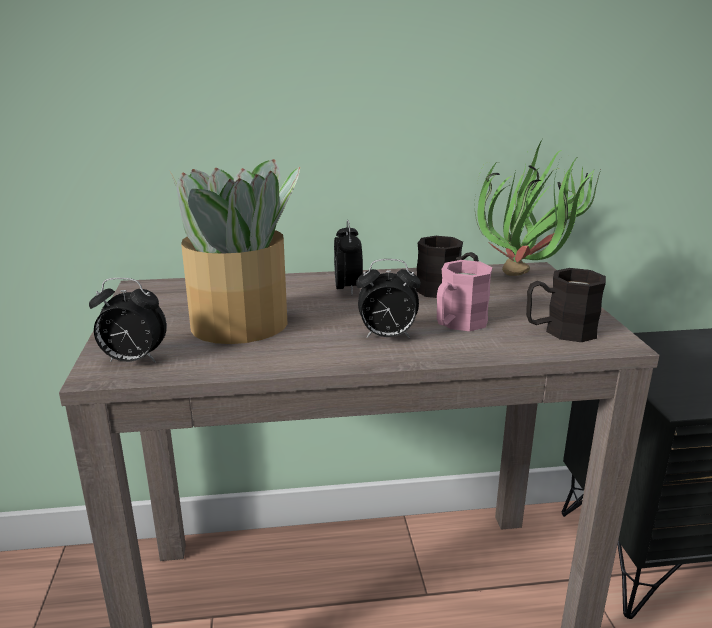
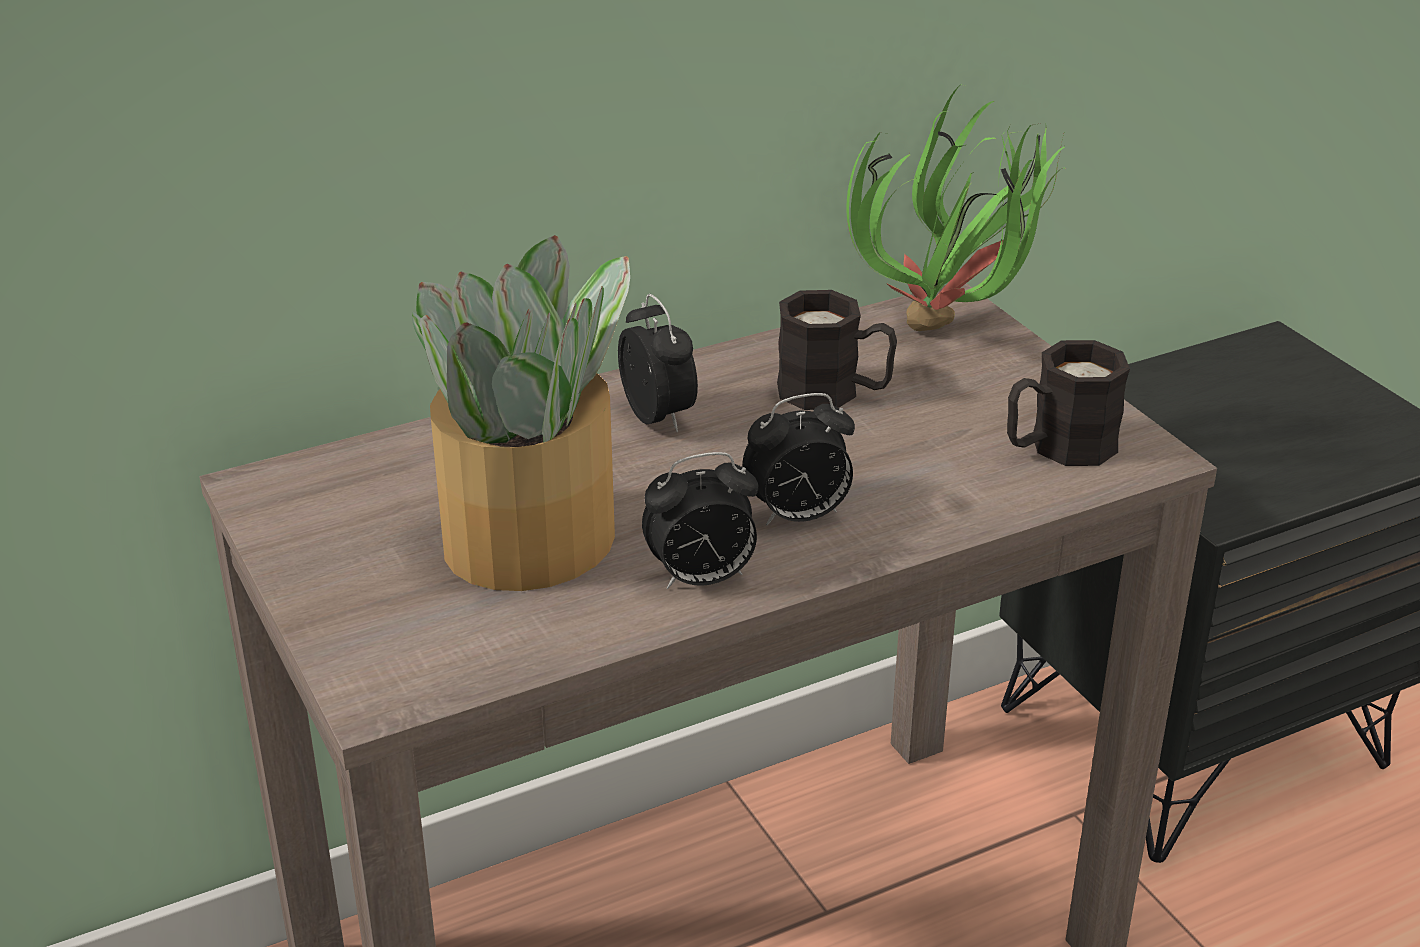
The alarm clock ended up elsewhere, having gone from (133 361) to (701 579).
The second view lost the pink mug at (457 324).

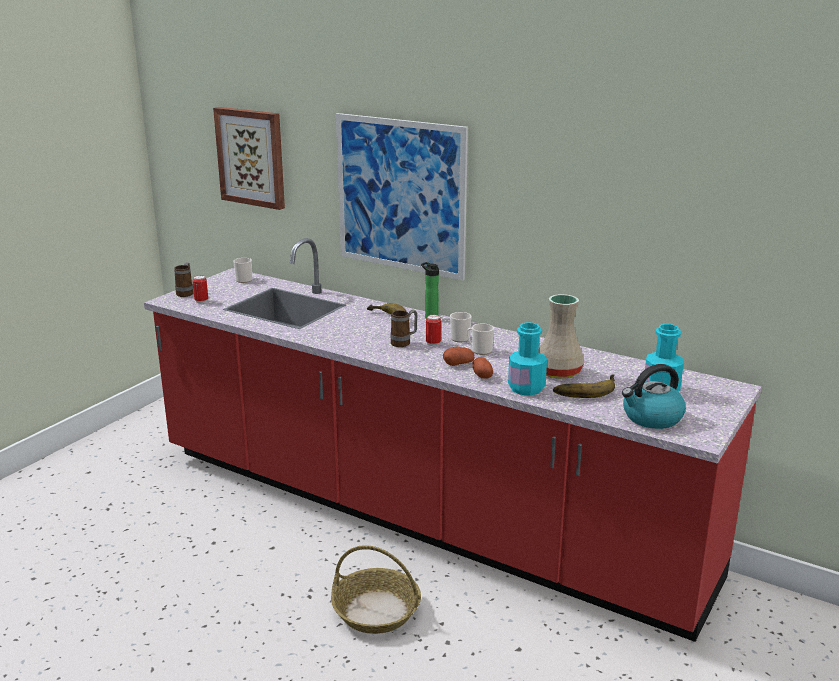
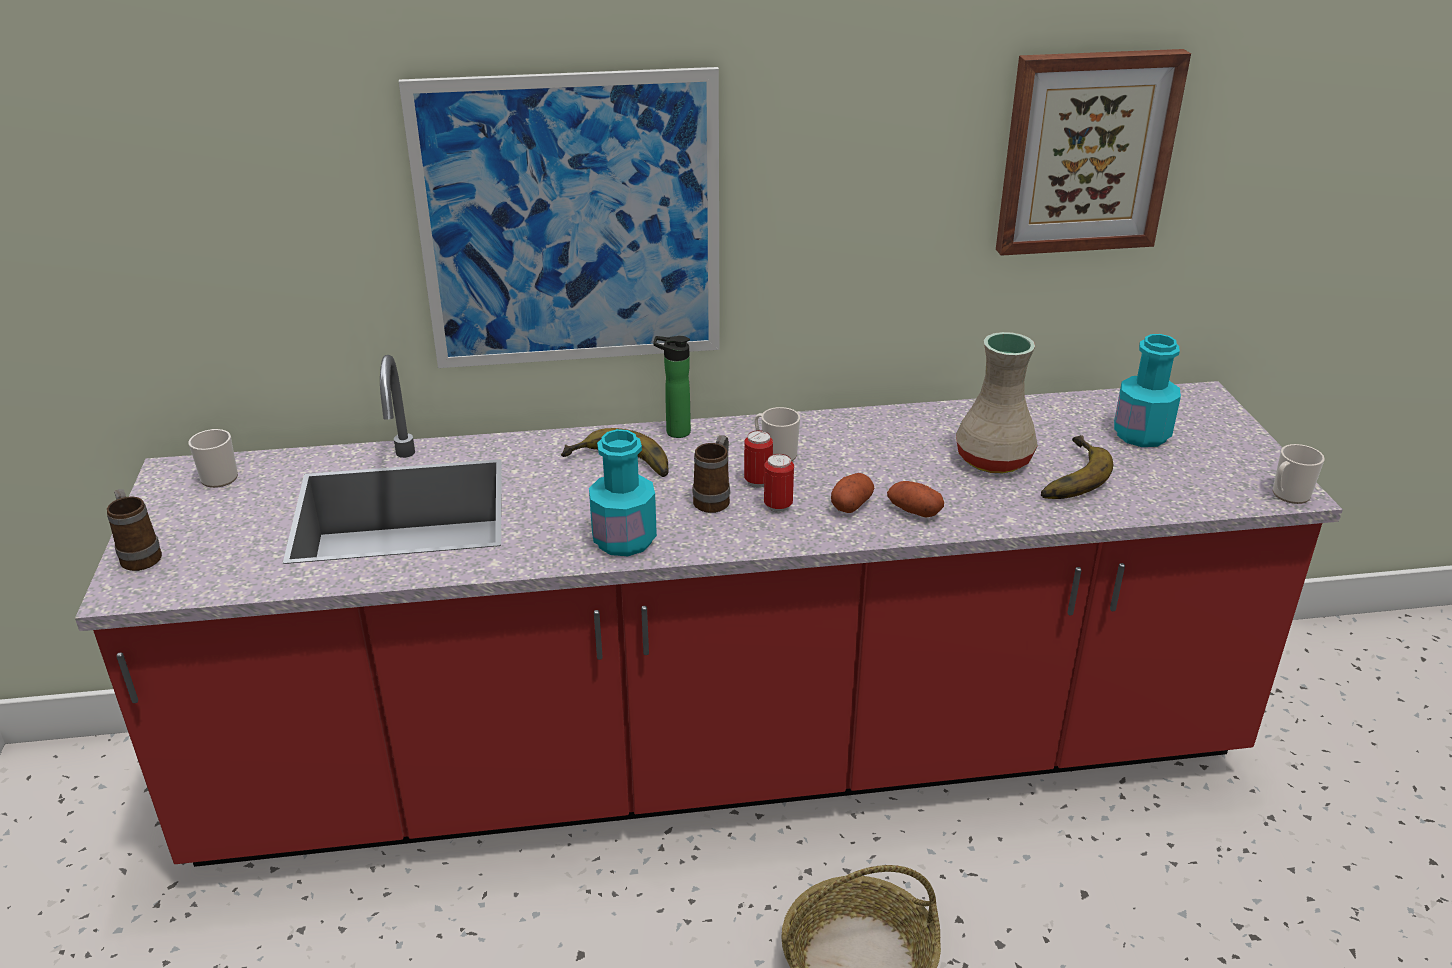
The can ended up elsewhere, having gone from (201 301) to (778 506).
The picture ended up elsewhere, having gone from (251 157) to (1086 152).
The mug ended up elsewhere, having gone from (479 350) to (1288 495).
The turquoise bottle ended up elsewhere, having gone from (526 388) to (624 540).
The second view lost the kettle at (651 418).

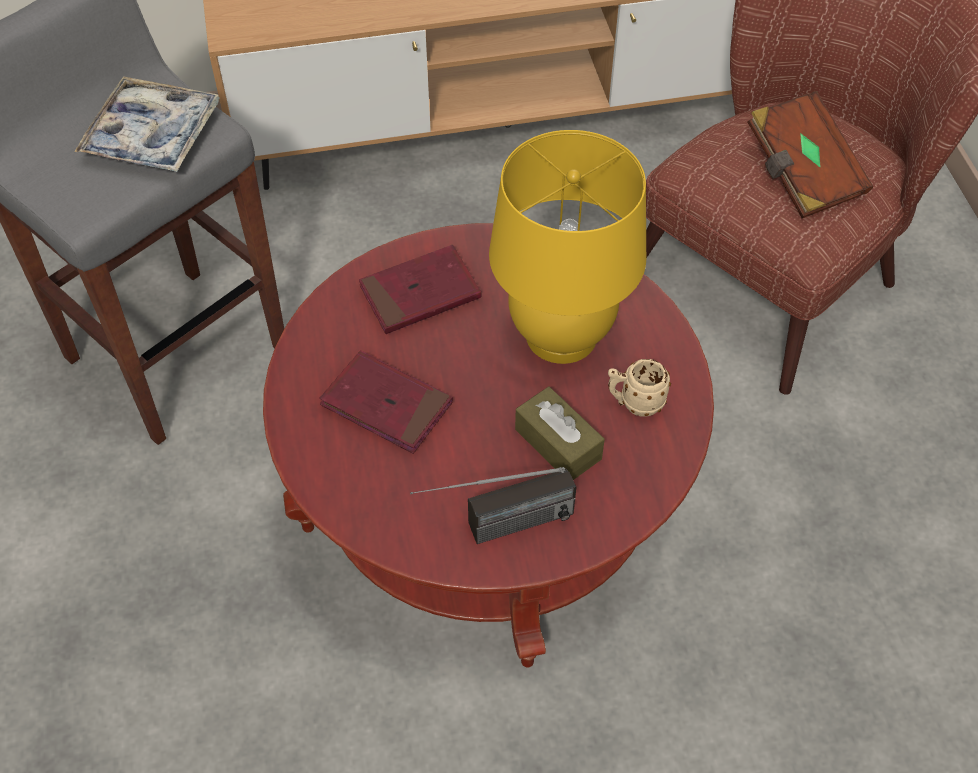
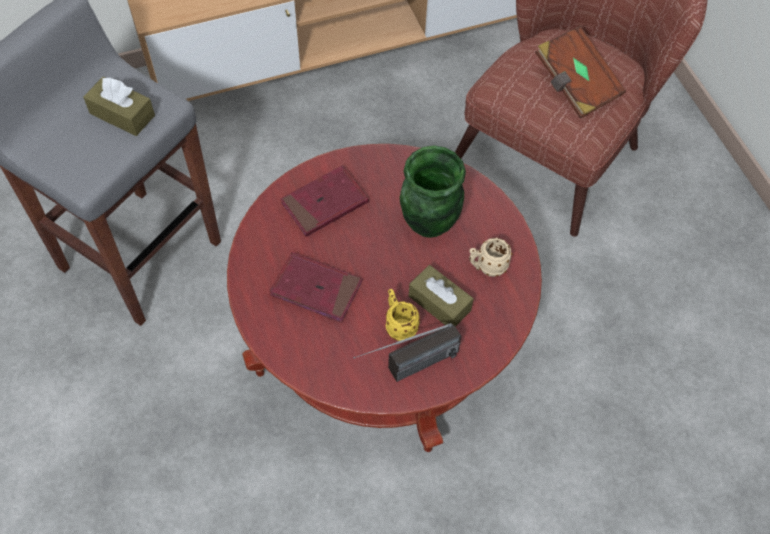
Where the tray stood at (152 136), the brown tissue box came to stand at (122 114).
Where the yellow table lamp stood at (561 335), the green vase came to stand at (428 223).
The second view gained the yellow mug at (399 325).

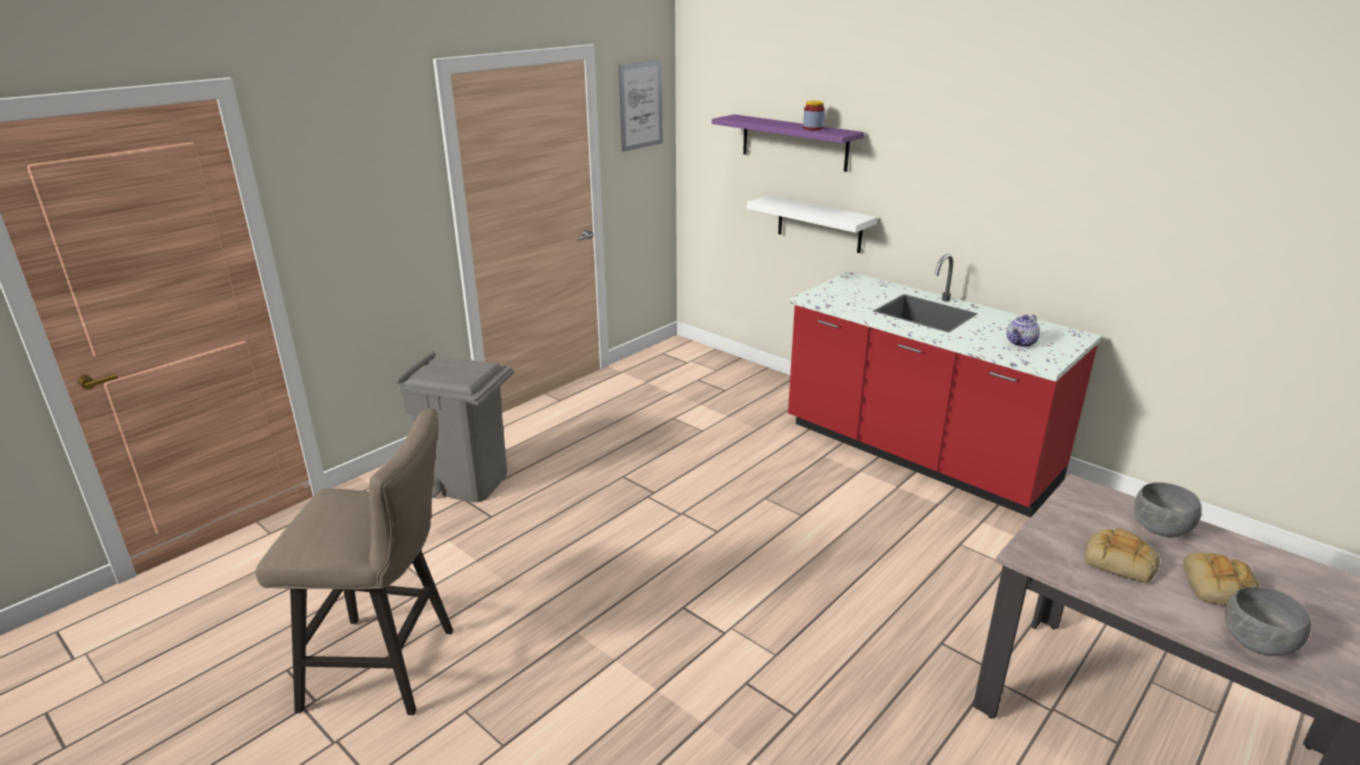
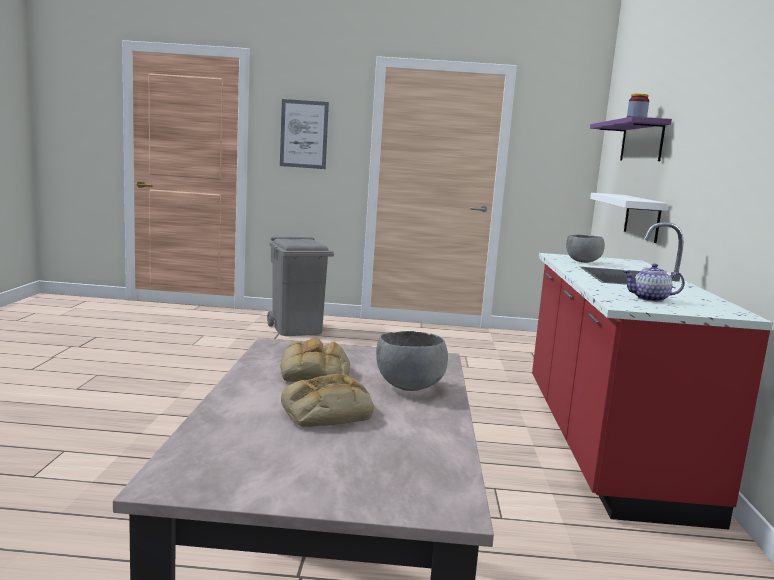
The second view lost the beige stool at (390 668).
The picture ended up elsewhere, having gone from (641 105) to (304 134).
The grey bowl ended up elsewhere, having gone from (1257 645) to (582 262).

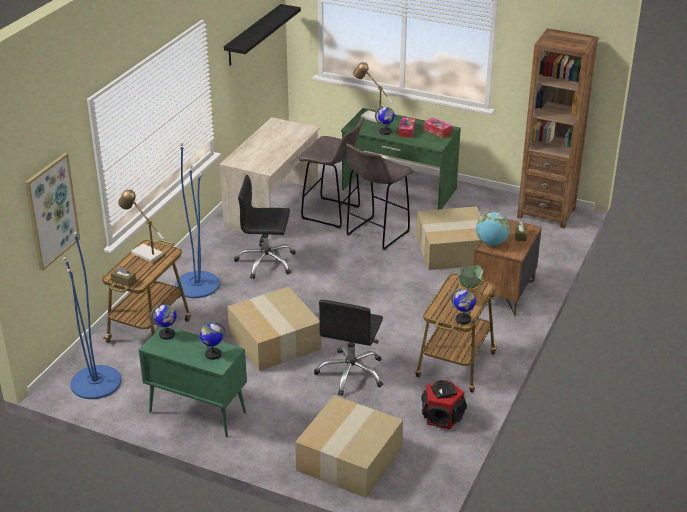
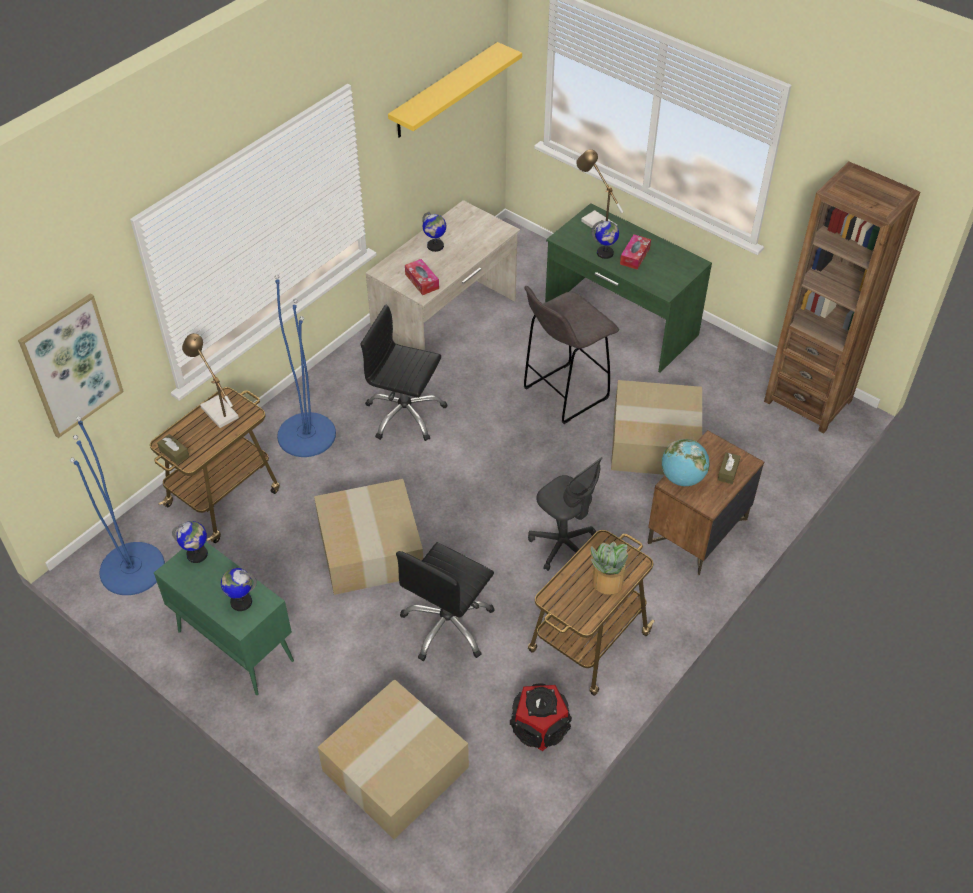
What was the black shelf at (253 35) turned into the yellow shelf at (444 91).
The second view lost the grey stool at (332 213).
The tissue box ended up elsewhere, having gone from (437 131) to (422 281).
The globe ended up elsewhere, having gone from (463 319) to (435 246).
The second view gained the grey office chair at (563 545).

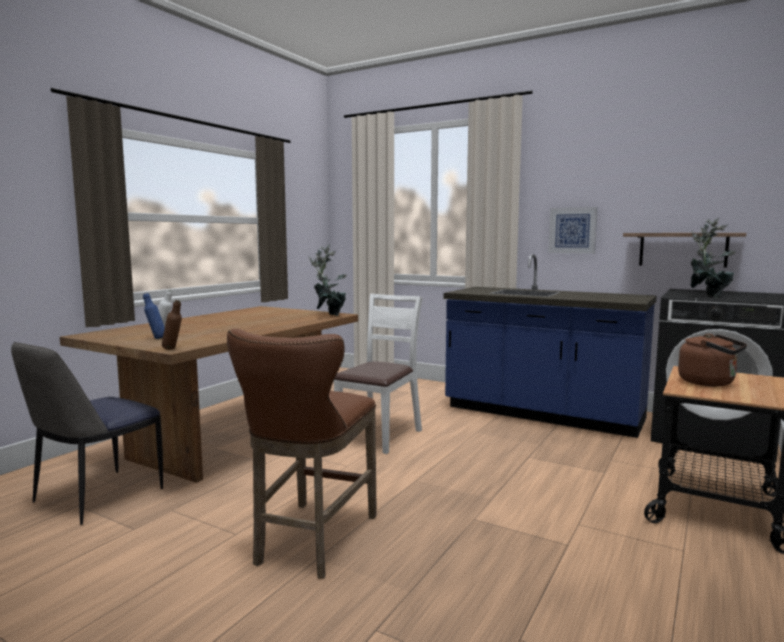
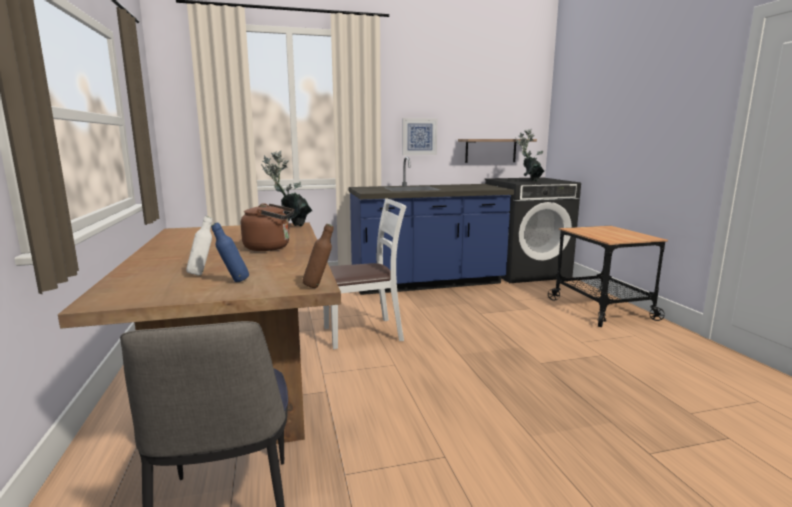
The second view lost the brown stool at (311 542).
The white chair at (379 436) ended up facing another way, 90 degrees clockwise from before.
The brown kettle ended up elsewhere, having gone from (710 383) to (270 248).

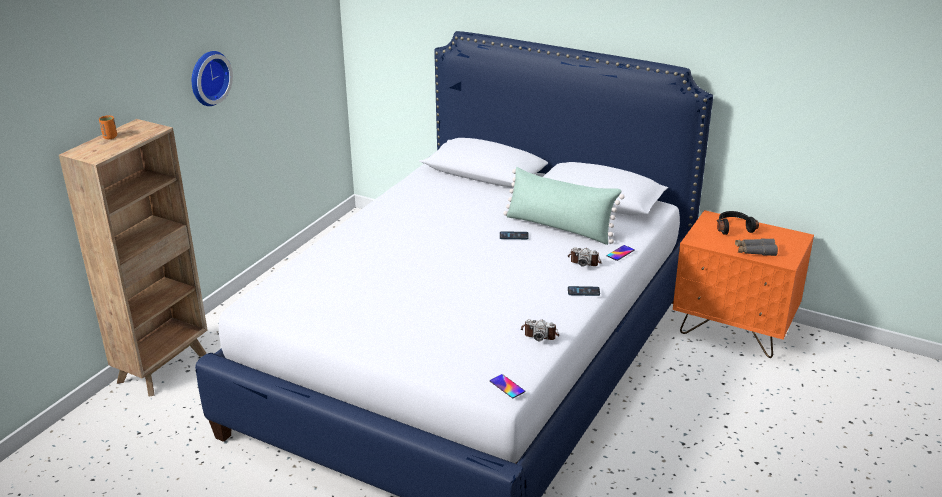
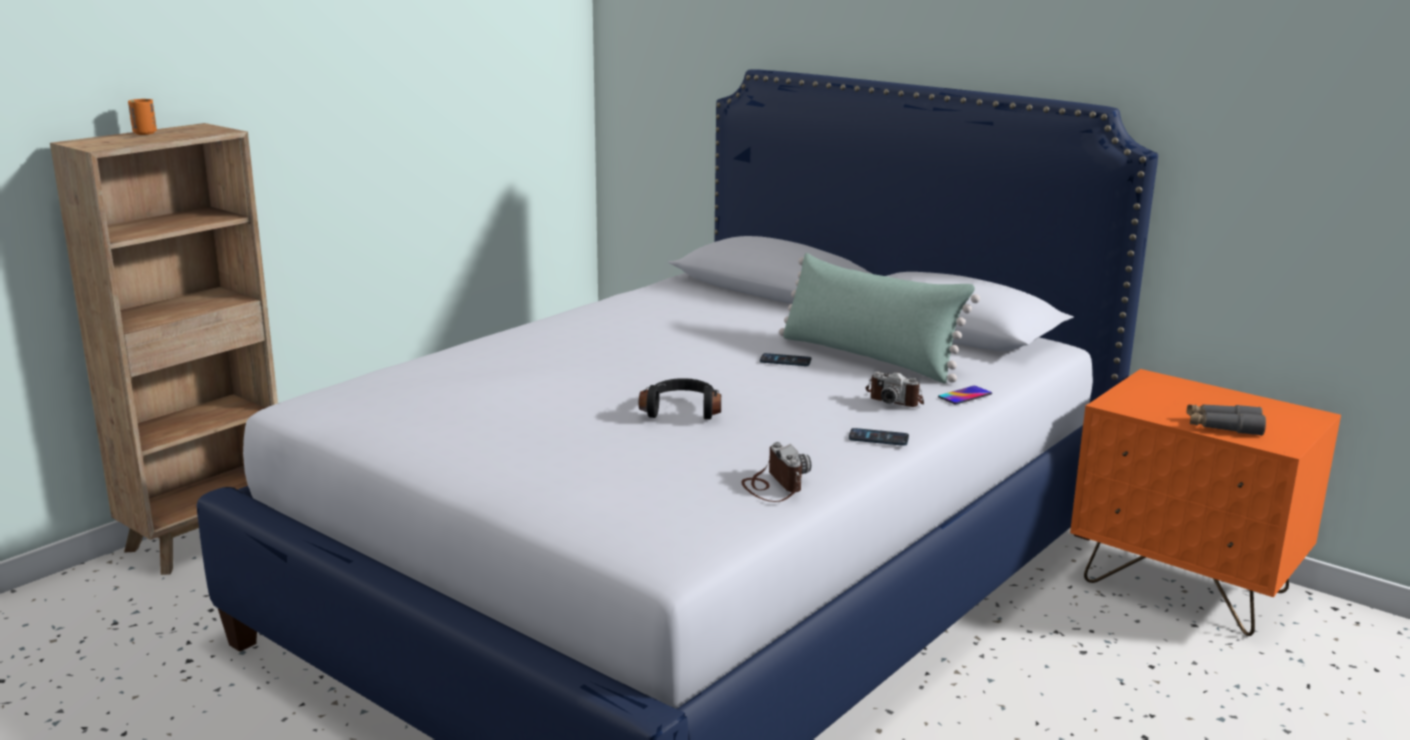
The second view lost the wall clock at (207 77).
The second view lost the phone at (507 386).
The photo camera at (540 333) ended up facing another way, 135 degrees counterclockwise from before.
The black headphones ended up elsewhere, having gone from (733 228) to (682 410).

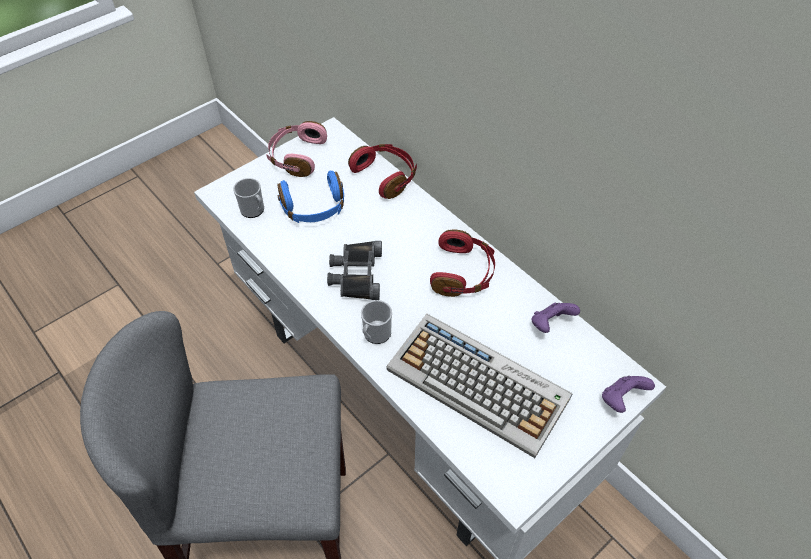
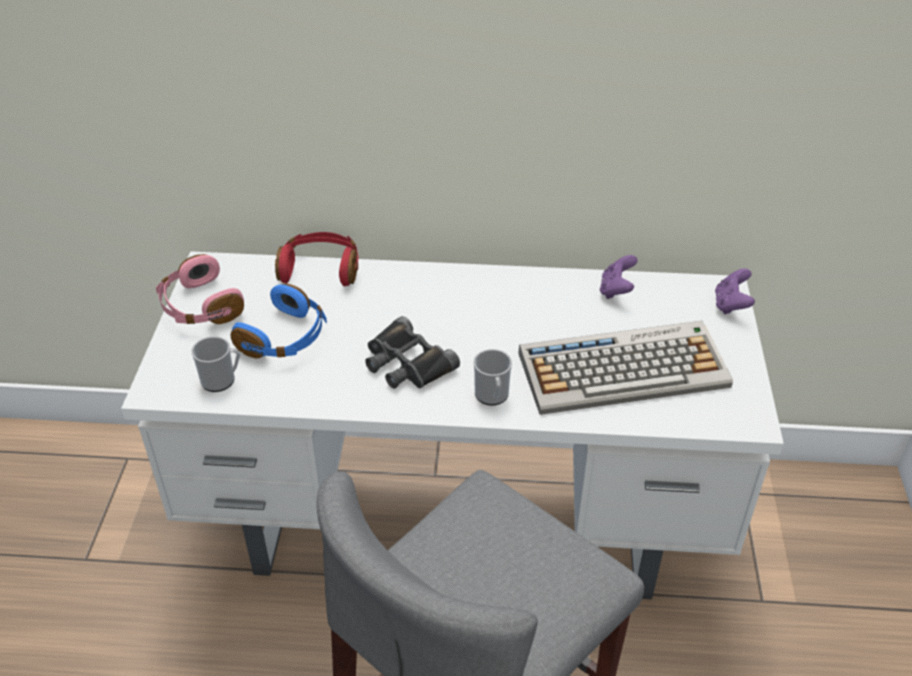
The second view lost the red headphones at (463 273).

